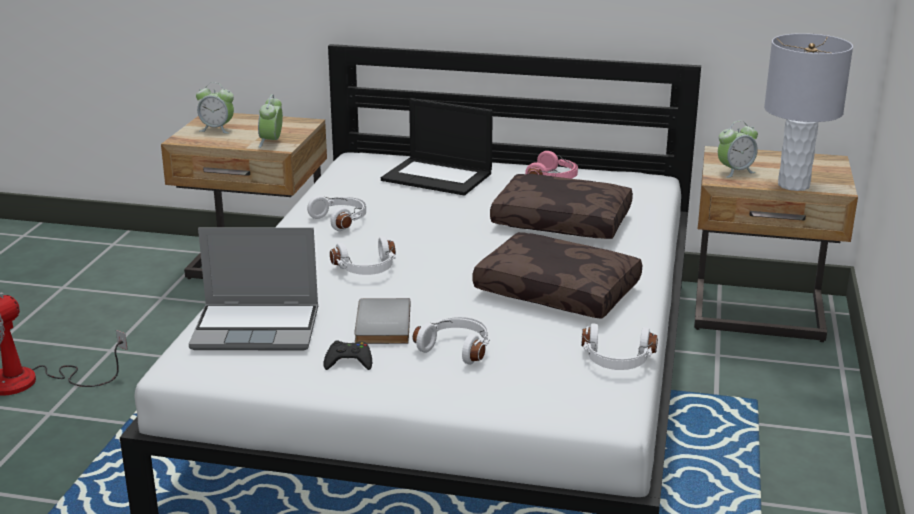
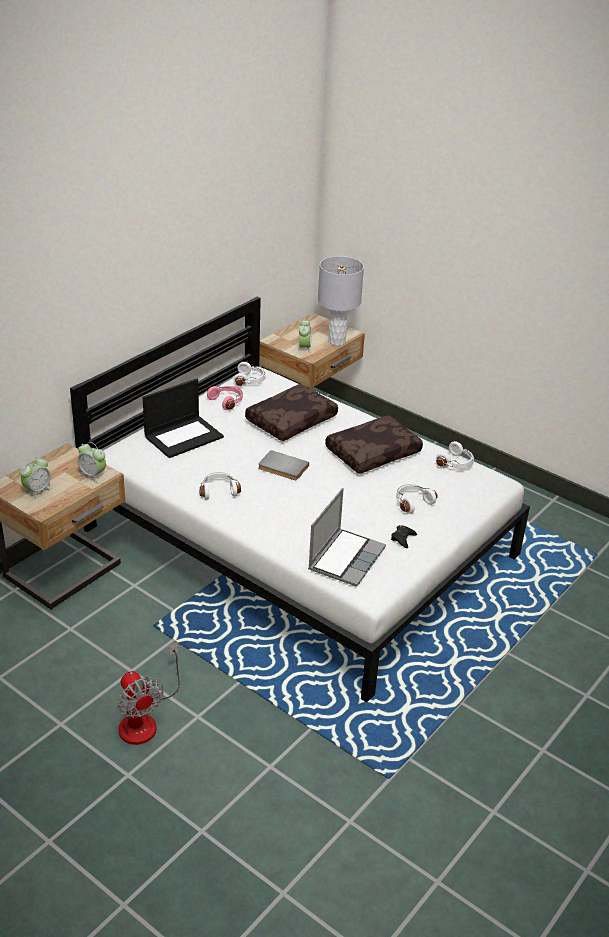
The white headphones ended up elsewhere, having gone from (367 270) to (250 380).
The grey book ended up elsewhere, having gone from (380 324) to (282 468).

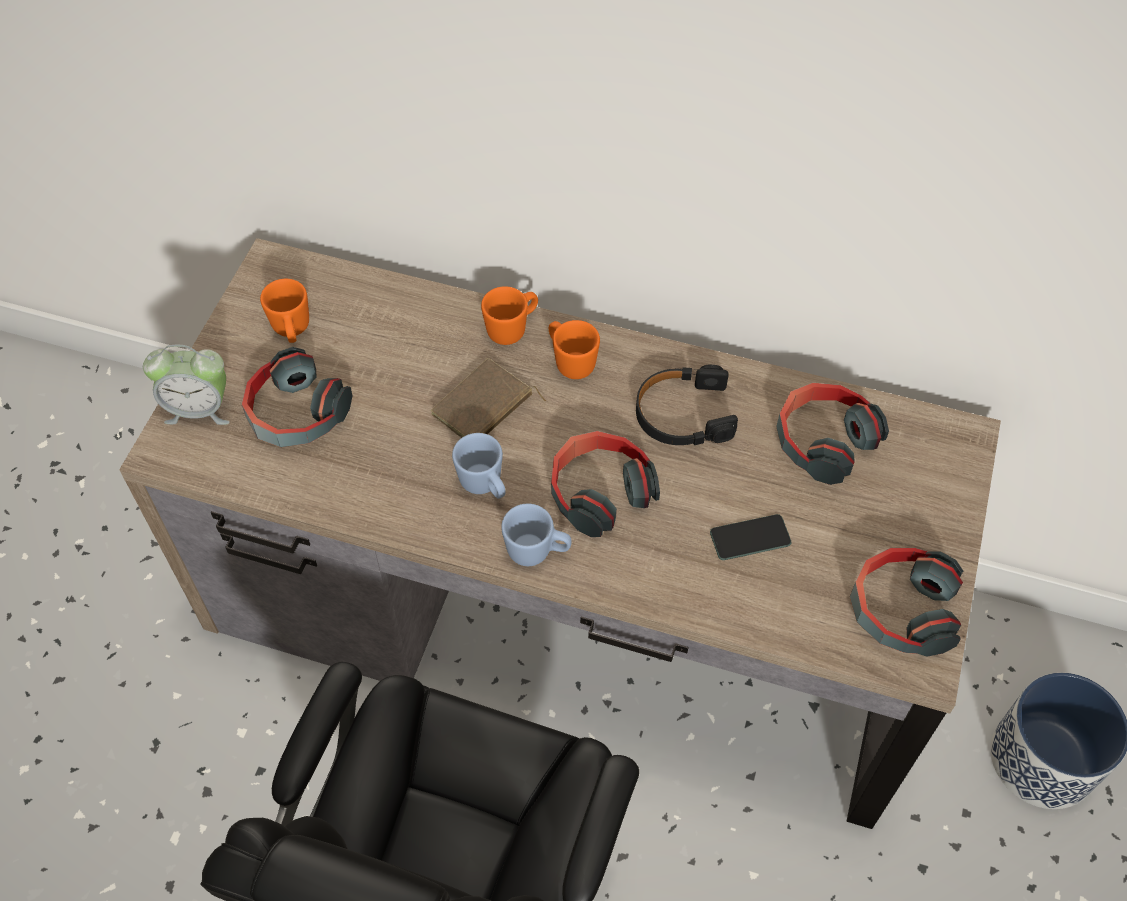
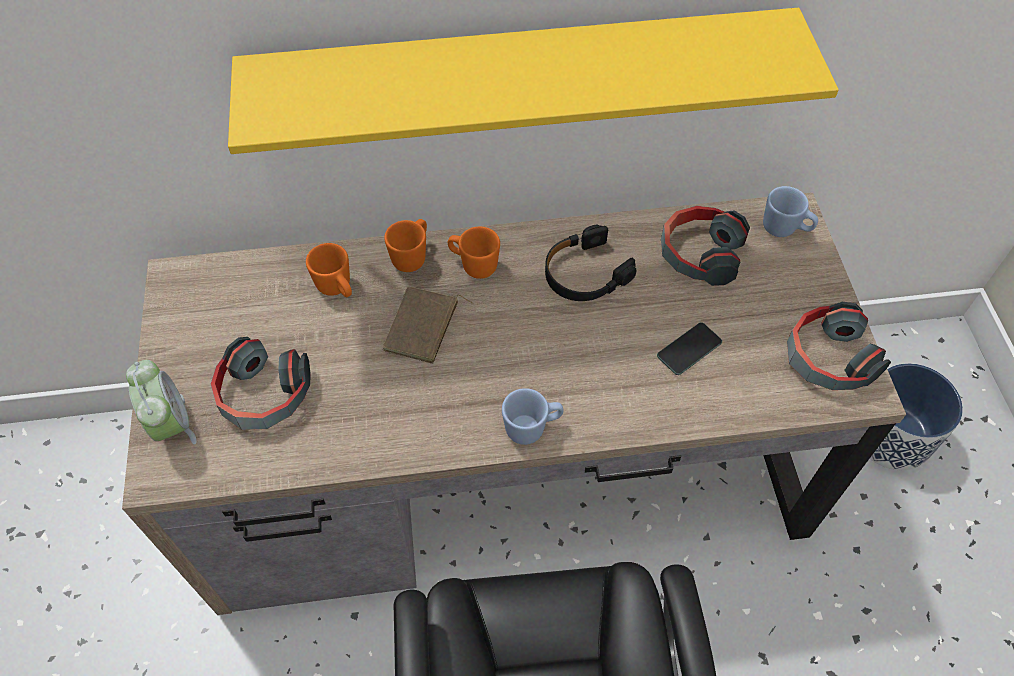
The alarm clock at (199 408) ended up facing another way, 90 degrees counterclockwise from before.
The orange mug ended up elsewhere, having gone from (292 331) to (337 288).
The blue mug ended up elsewhere, having gone from (484 485) to (785 229).
The second view lost the headphones at (599 491).
The second view gained the yellow shelf at (521 76).

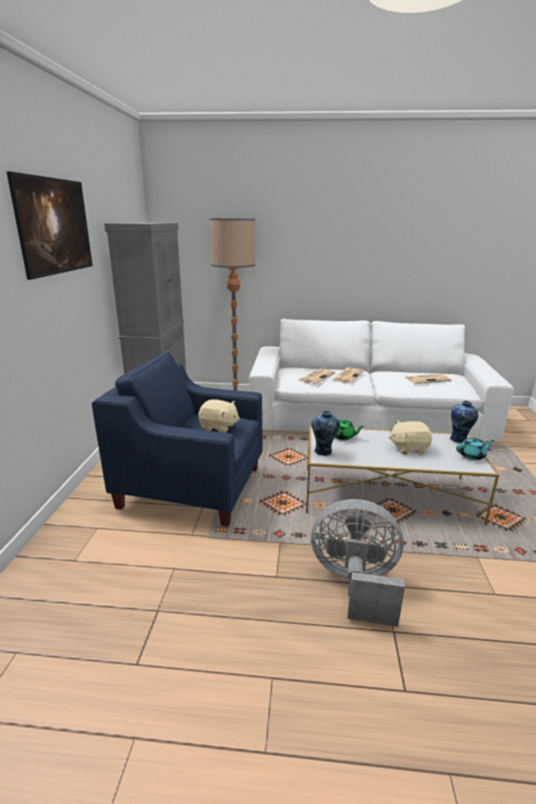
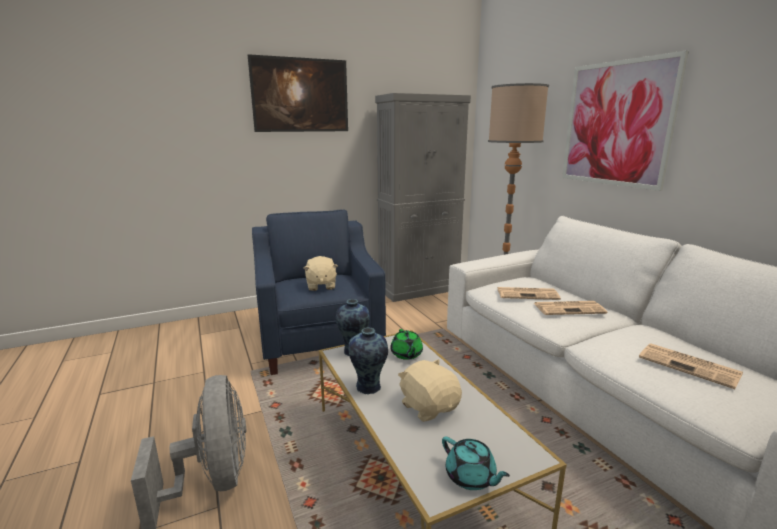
The vase ended up elsewhere, having gone from (459 439) to (368 387).
The second view gained the picture at (616 124).

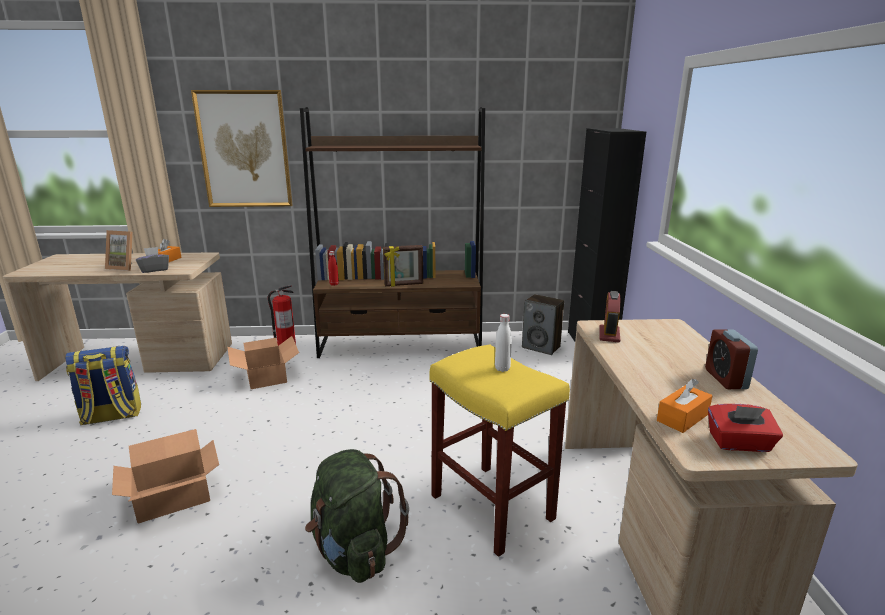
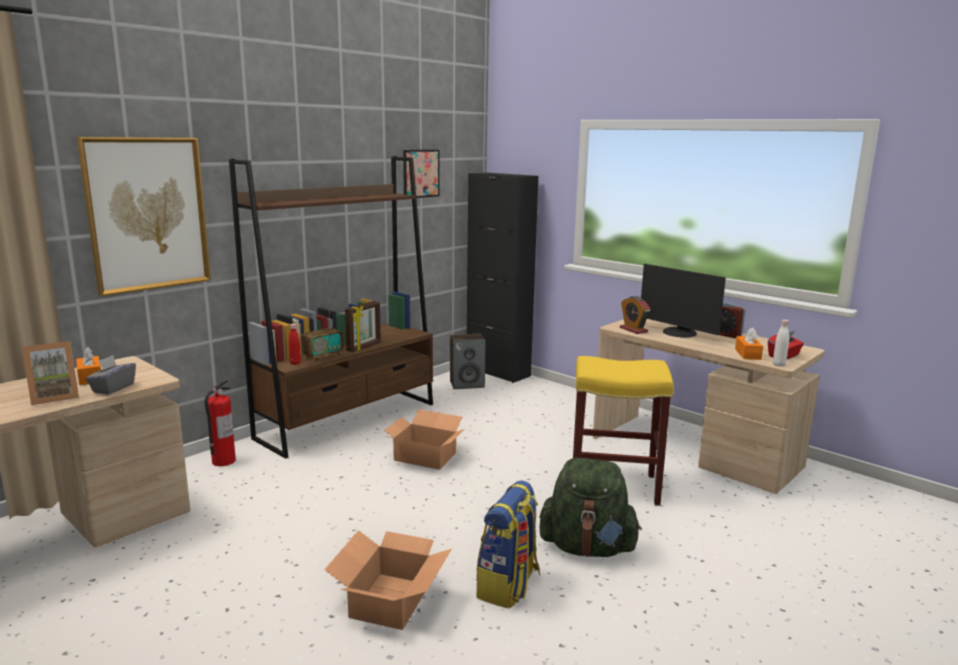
The backpack ended up elsewhere, having gone from (111 416) to (508 586).
The cardboard box ended up elsewhere, having gone from (267 375) to (425 456).
The white bottle ended up elsewhere, having gone from (502 369) to (779 365).
The second view gained the radio at (323 357).
The second view gained the picture at (421 173).
The second view gained the monitor at (678 333).

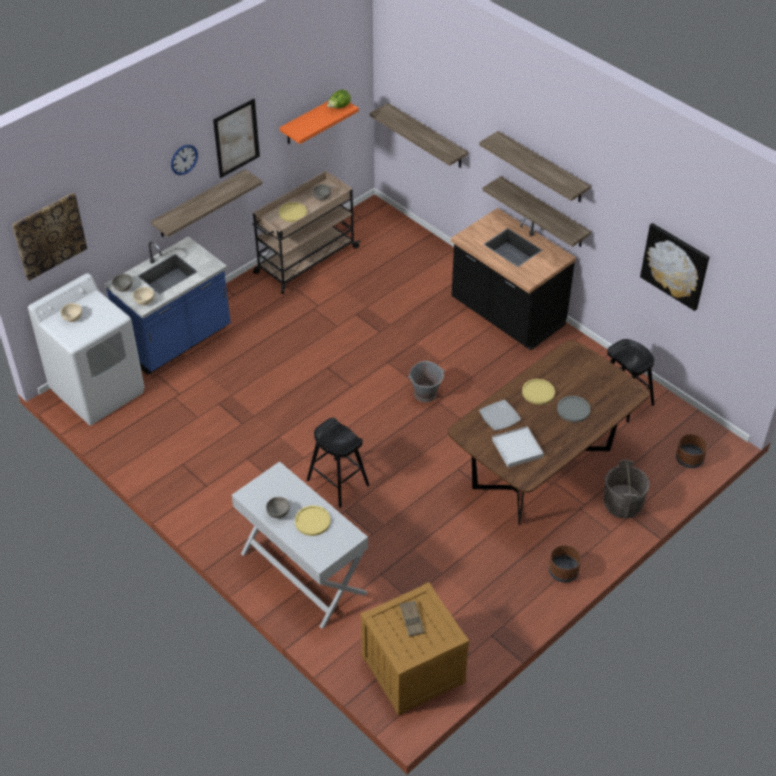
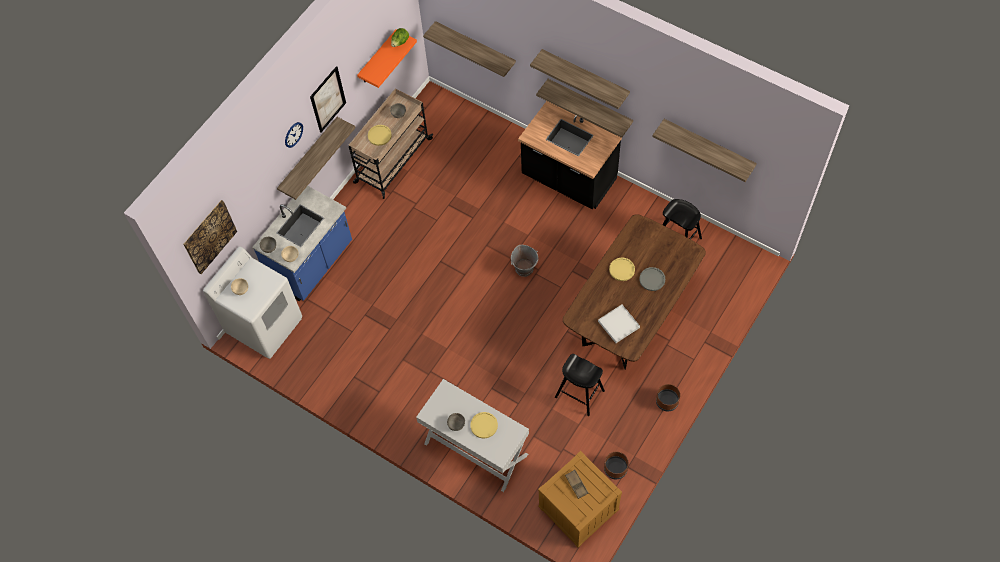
The black stool ended up elsewhere, having gone from (338 483) to (579 394).
The second view lost the plate at (499 416).
The second view lost the grey bucket at (622 504).
Where the picture hung at (675 266), the shelf came to hang at (708 146).
The brown planter ended up elsewhere, having gone from (689 459) to (615 469).

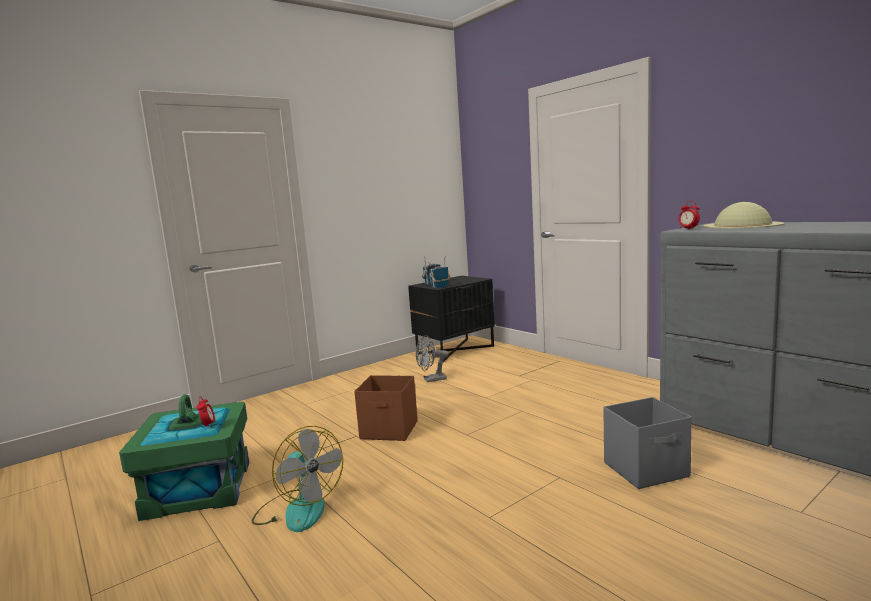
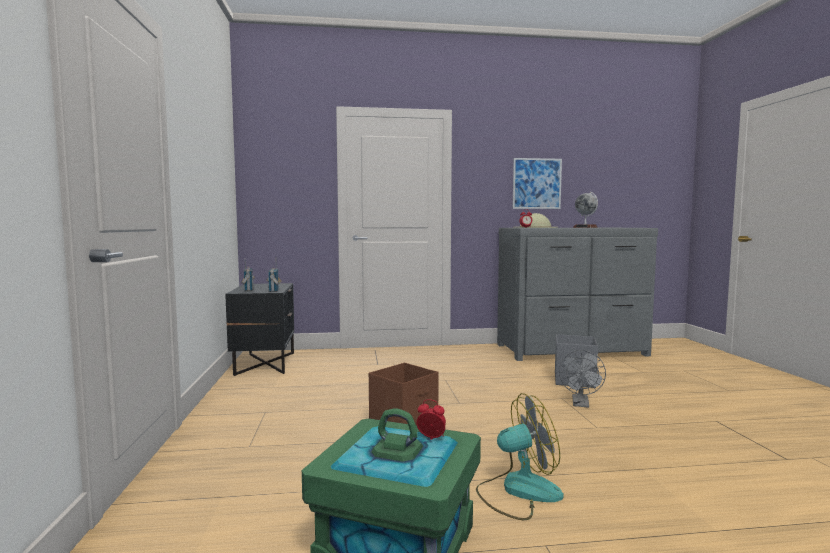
The grey fan ended up elsewhere, having gone from (431 380) to (581 404).
The second view gained the picture at (537 183).
The second view gained the globe at (585 227).

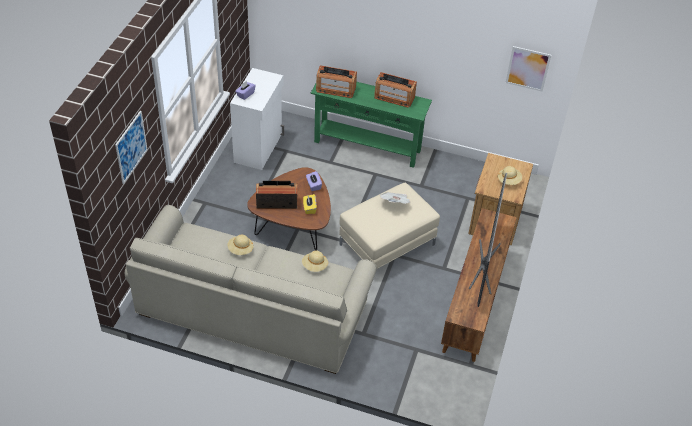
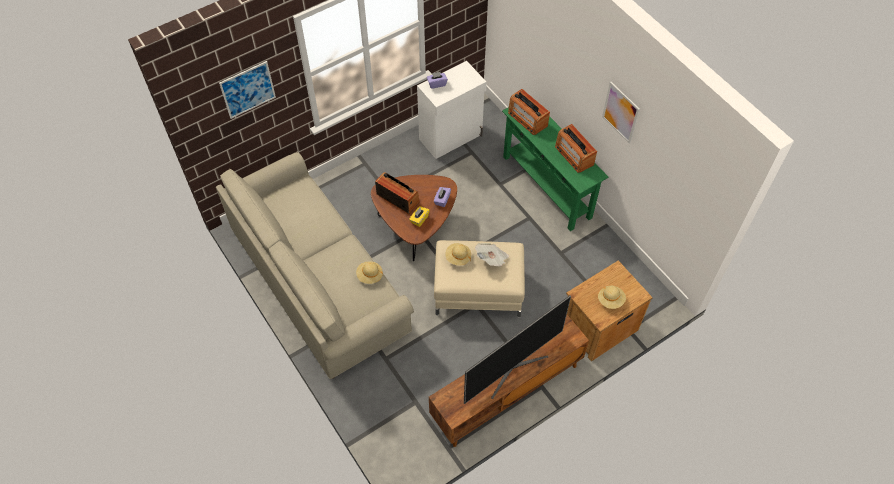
The beige hat ended up elsewhere, having gone from (240 249) to (458 257).
The picture ended up elsewhere, having gone from (528 68) to (620 112).

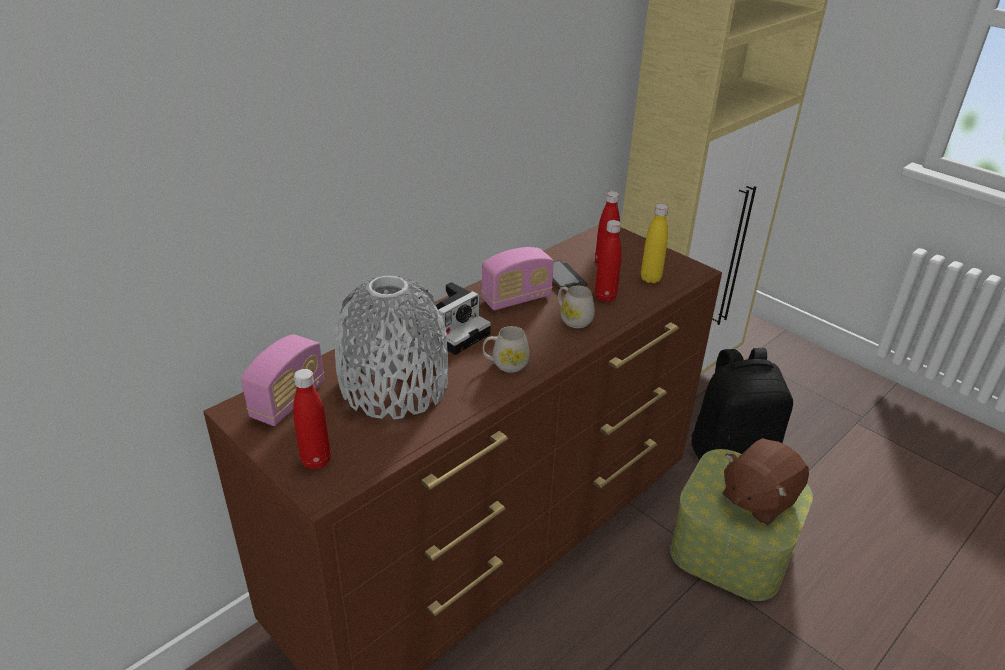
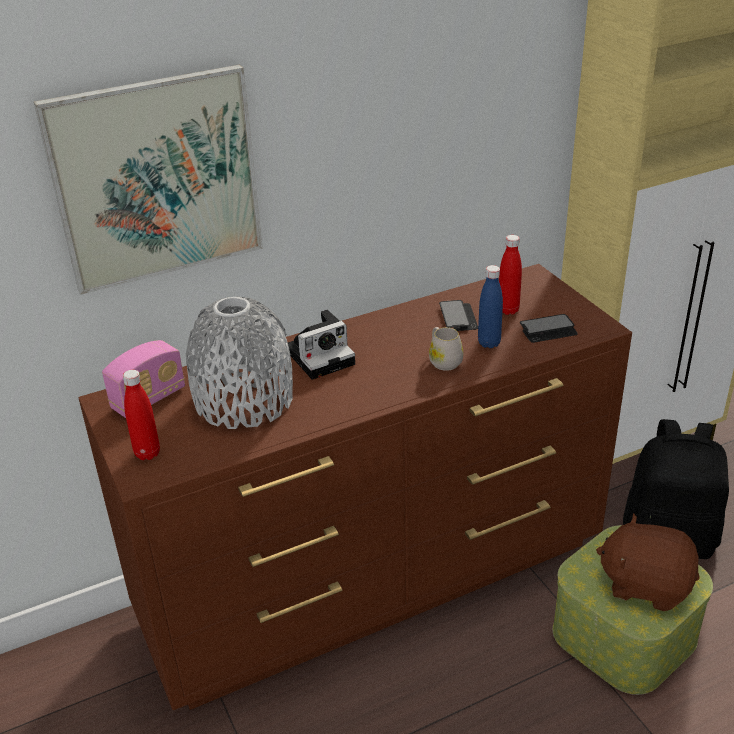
The second view lost the radio at (516 299).
The second view lost the white mug at (505 364).
What was the red bottle at (605 297) turned into the blue bottle at (489 343).
Where the yellow bottle stood at (650 278), the phone came to stand at (548 330).
The brown plush toy at (758 499) ended up facing another way, 45 degrees clockwise from before.
The second view gained the picture at (156 179).

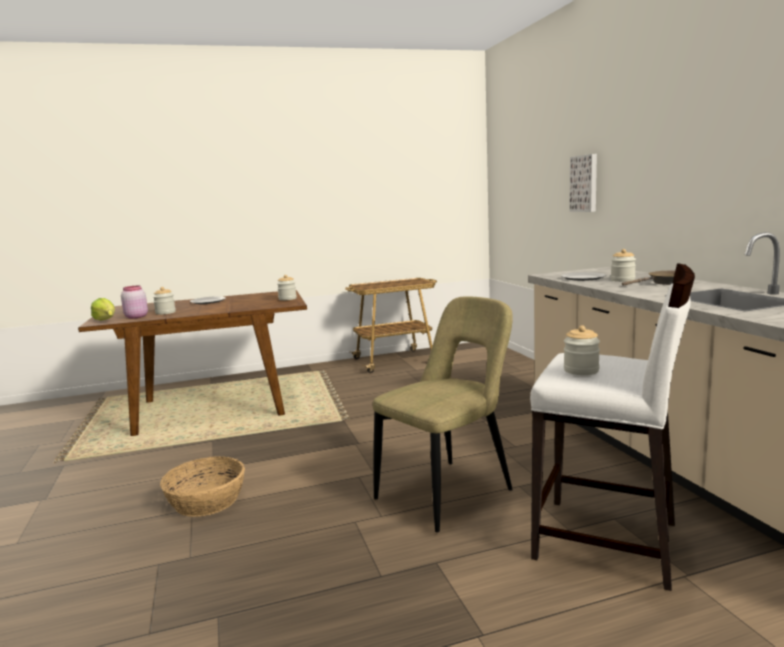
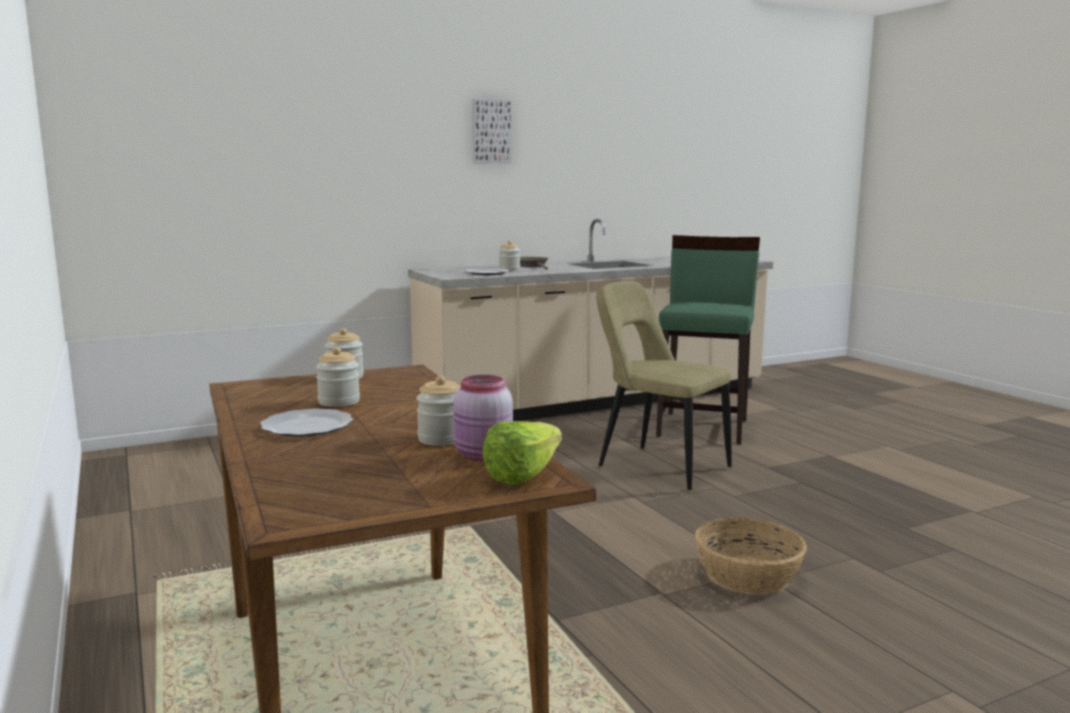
The second view lost the cart at (395 361).
What was the white stool at (607 541) turned into the green stool at (703 427).
The jar ended up elsewhere, having gone from (581 370) to (339 402).
The picture ended up elsewhere, having gone from (585 183) to (490 131).

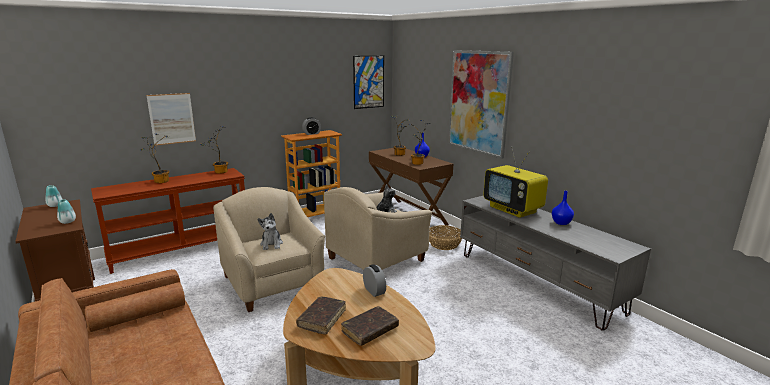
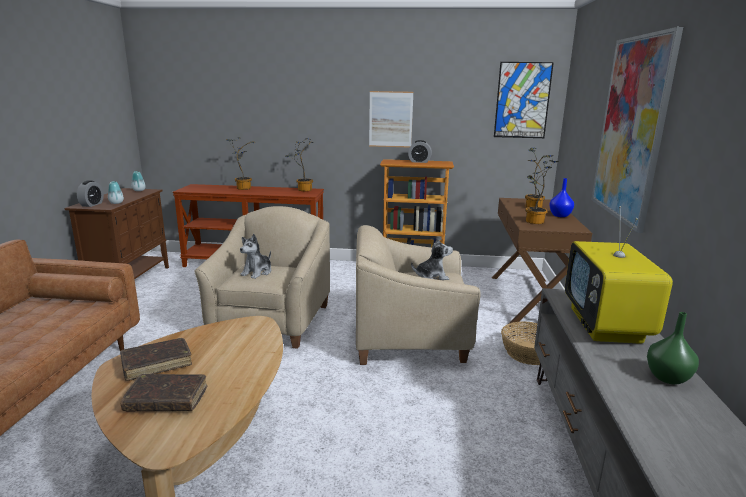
The picture ended up elsewhere, having gone from (172 119) to (390 119).
The alarm clock ended up elsewhere, having gone from (374 291) to (92 204).
What was the blue vase at (561 222) turned into the green vase at (667 377).

